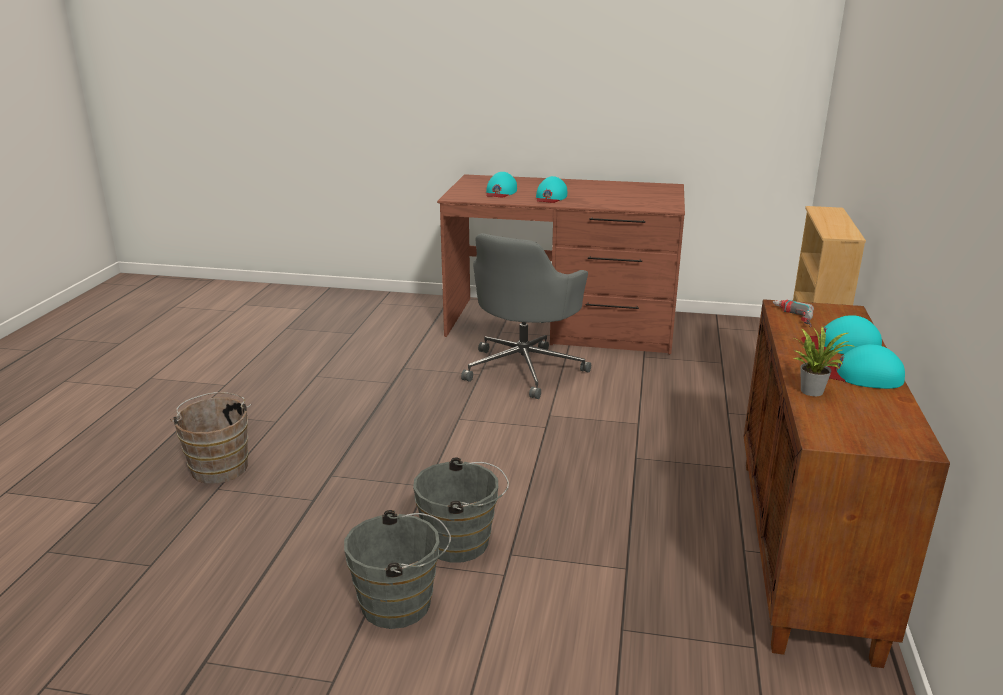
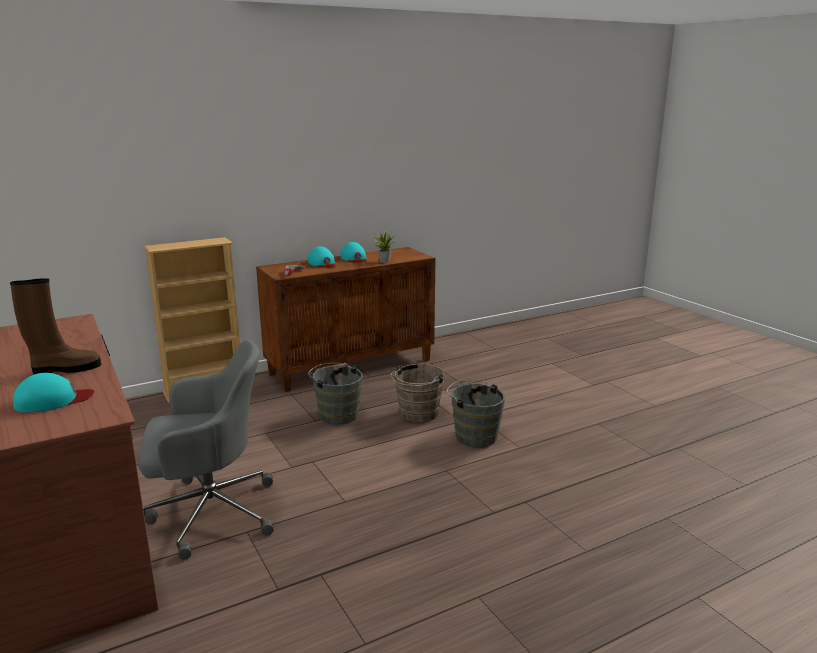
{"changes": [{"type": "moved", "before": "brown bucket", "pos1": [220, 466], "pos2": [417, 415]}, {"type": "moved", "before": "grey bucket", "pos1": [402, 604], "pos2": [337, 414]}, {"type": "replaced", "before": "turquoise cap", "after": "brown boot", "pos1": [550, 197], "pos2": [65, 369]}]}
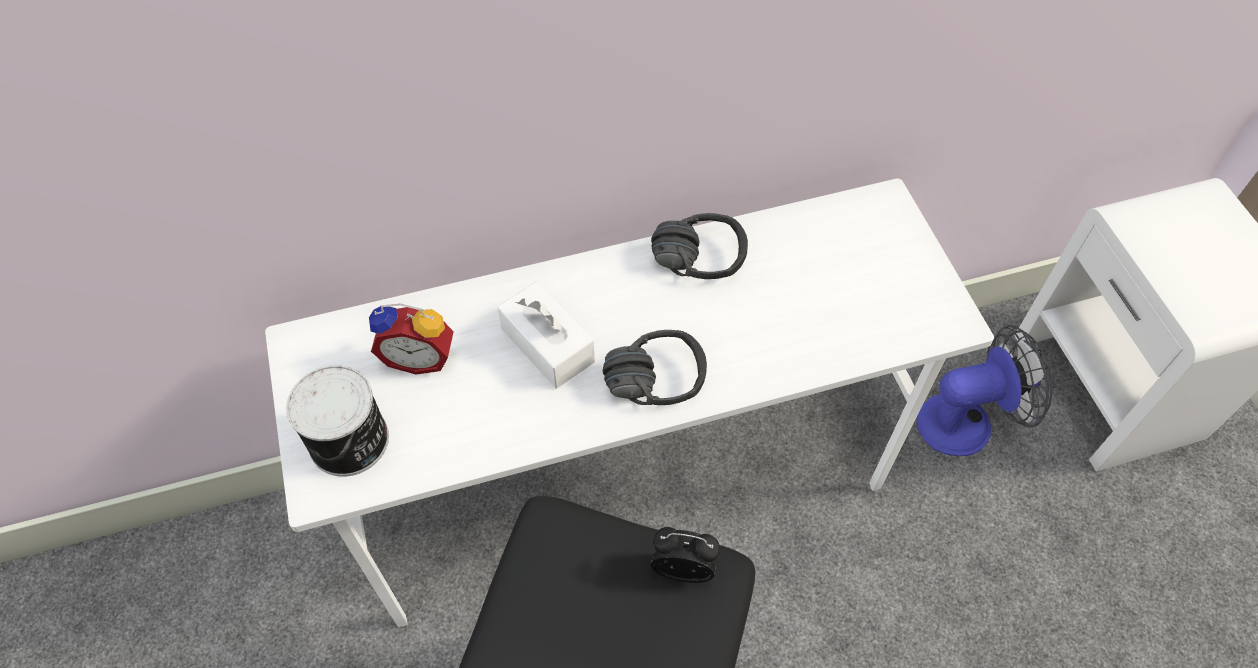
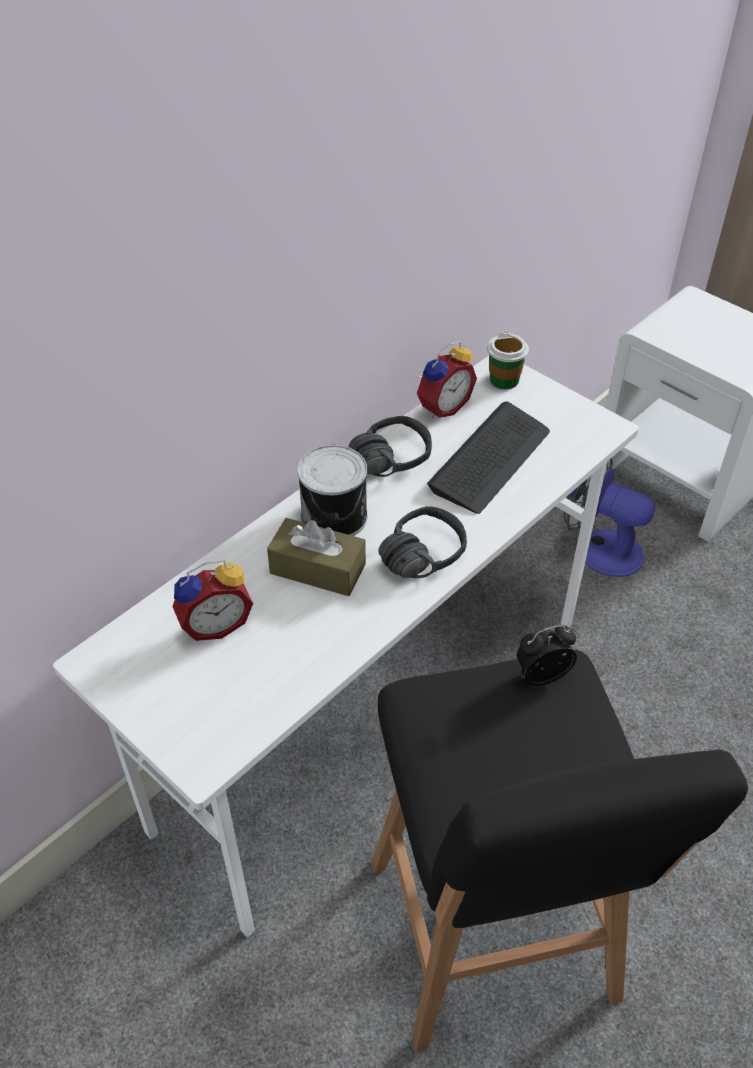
{"changes": [{"type": "added", "after": "alarm clock", "pos2": [442, 407]}, {"type": "added", "after": "keyboard", "pos2": [490, 459]}, {"type": "added", "after": "cup", "pos2": [504, 380]}, {"type": "moved", "before": "can", "pos1": [350, 441], "pos2": [336, 517]}, {"type": "recoloured", "before": "white tissue box", "after": "brown tissue box", "pos1": [547, 345], "pos2": [317, 569]}, {"type": "turned", "before": "fan", "pos1": [967, 421], "pos2": [599, 548], "turn": -105}]}
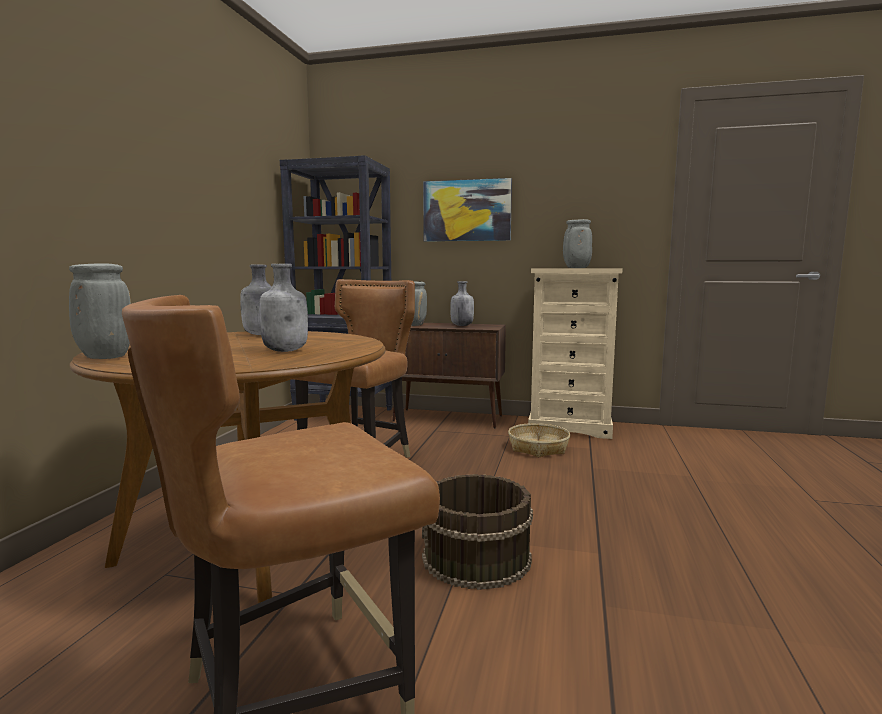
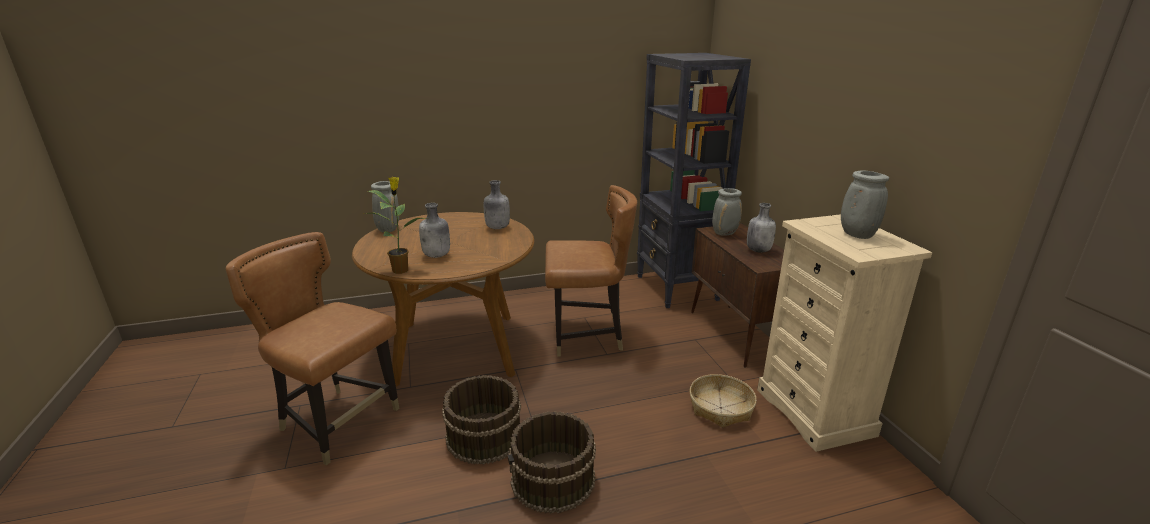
{"changes": [{"type": "removed", "before": "picture", "pos1": [467, 210]}, {"type": "added", "after": "potted plant", "pos2": [401, 270]}, {"type": "added", "after": "brown bucket", "pos2": [553, 480]}]}
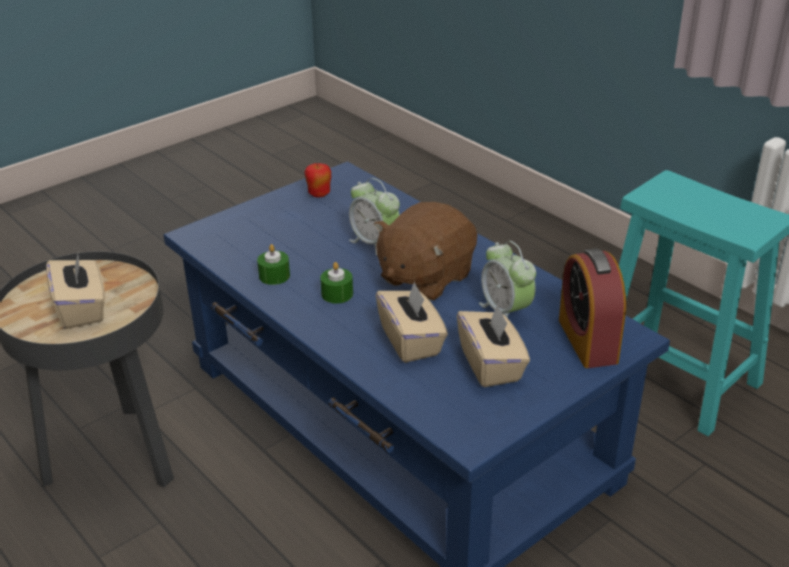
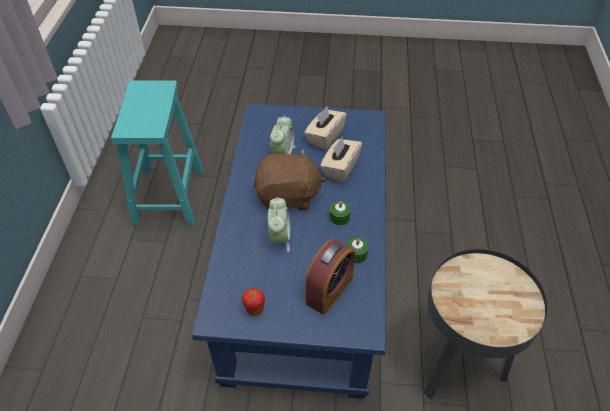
{"changes": [{"type": "removed", "before": "beige tissue box", "pos1": [82, 309]}, {"type": "moved", "before": "alarm clock", "pos1": [587, 341], "pos2": [329, 290]}]}
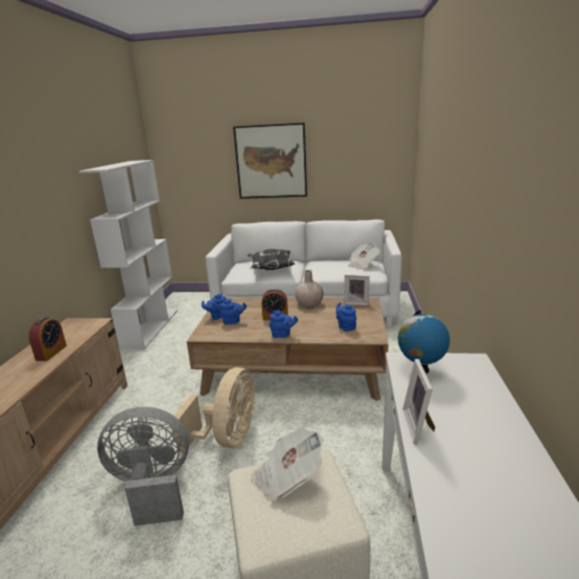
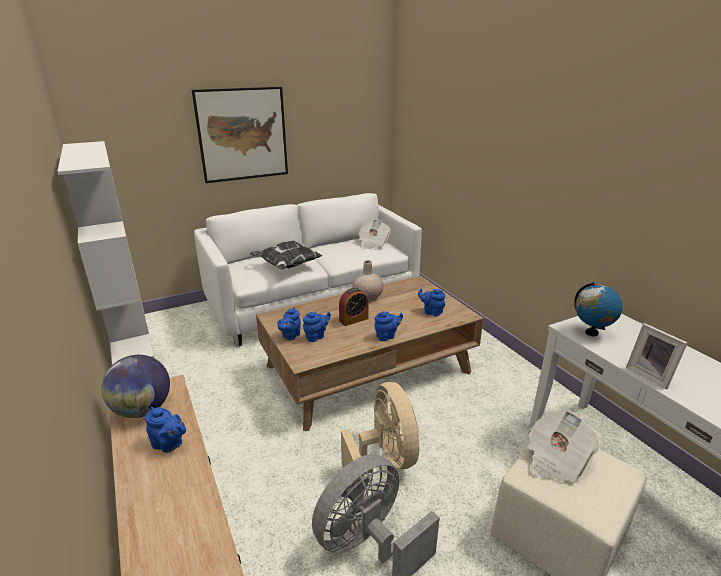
{"changes": [{"type": "removed", "before": "picture frame", "pos1": [356, 302]}, {"type": "added", "after": "globe", "pos2": [143, 410]}, {"type": "replaced", "before": "alarm clock", "after": "blue teapot", "pos1": [51, 352], "pos2": [169, 445]}]}
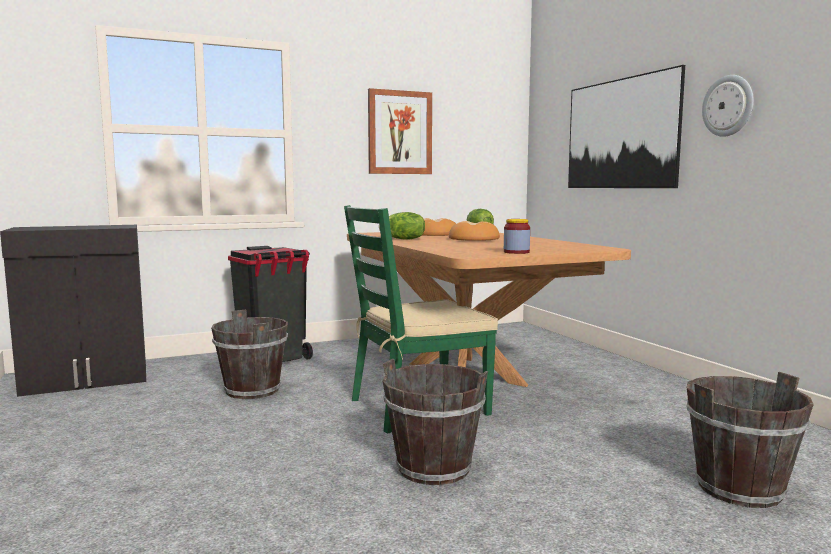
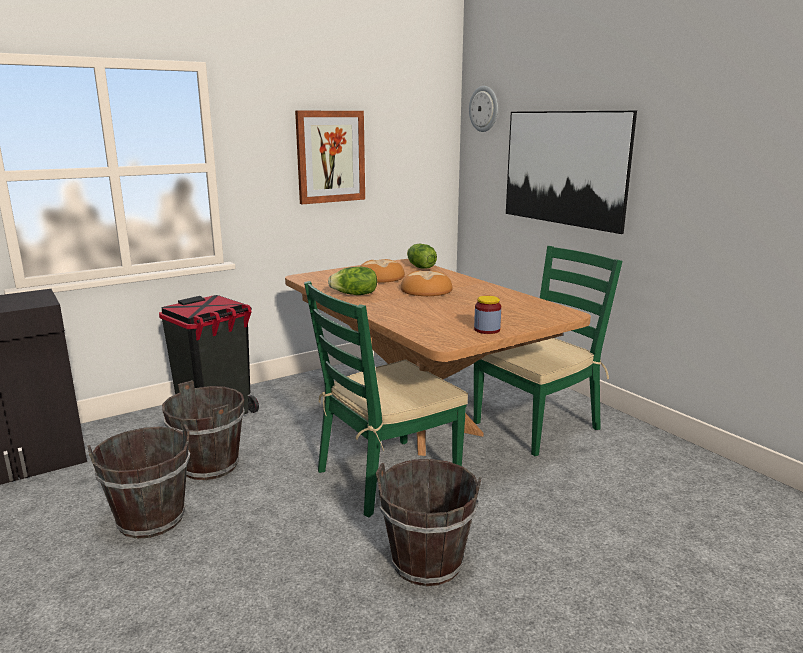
{"changes": [{"type": "added", "after": "green chair", "pos2": [537, 425]}, {"type": "moved", "before": "brown bucket", "pos1": [739, 489], "pos2": [151, 519]}, {"type": "moved", "before": "wall clock", "pos1": [728, 106], "pos2": [484, 109]}]}
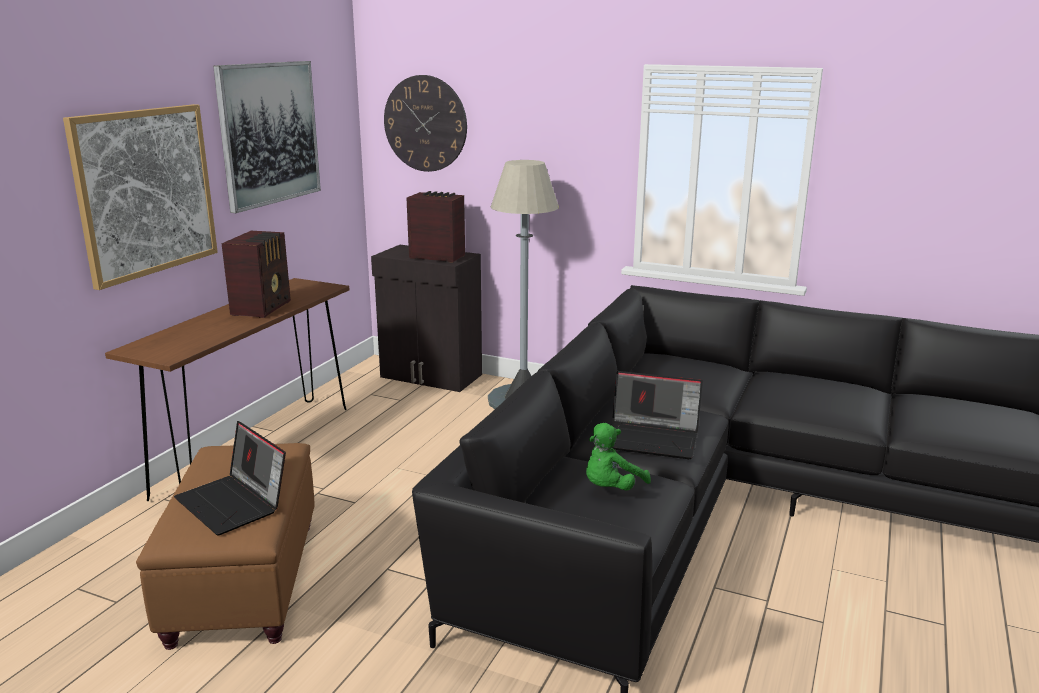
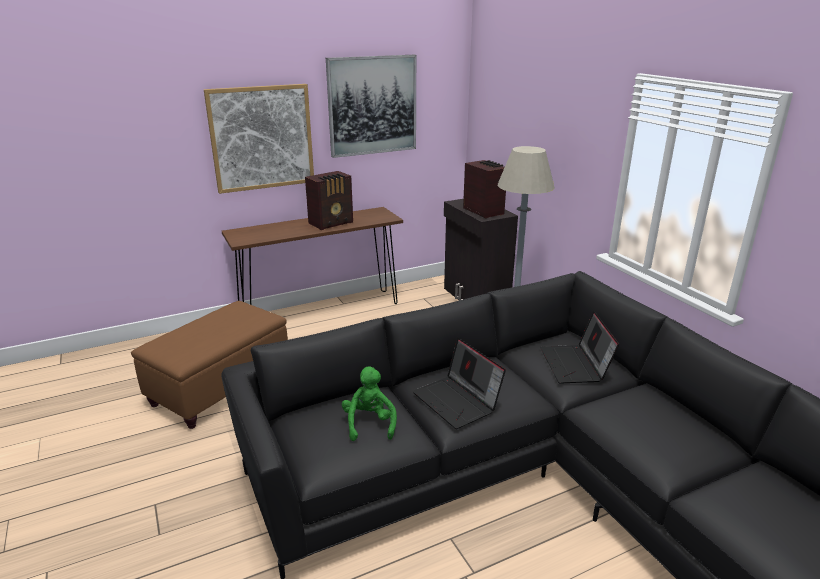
{"changes": [{"type": "removed", "before": "wall clock", "pos1": [425, 123]}, {"type": "moved", "before": "laptop", "pos1": [234, 503], "pos2": [575, 365]}, {"type": "turned", "before": "green plush toy", "pos1": [611, 488], "pos2": [369, 424], "turn": 90}]}
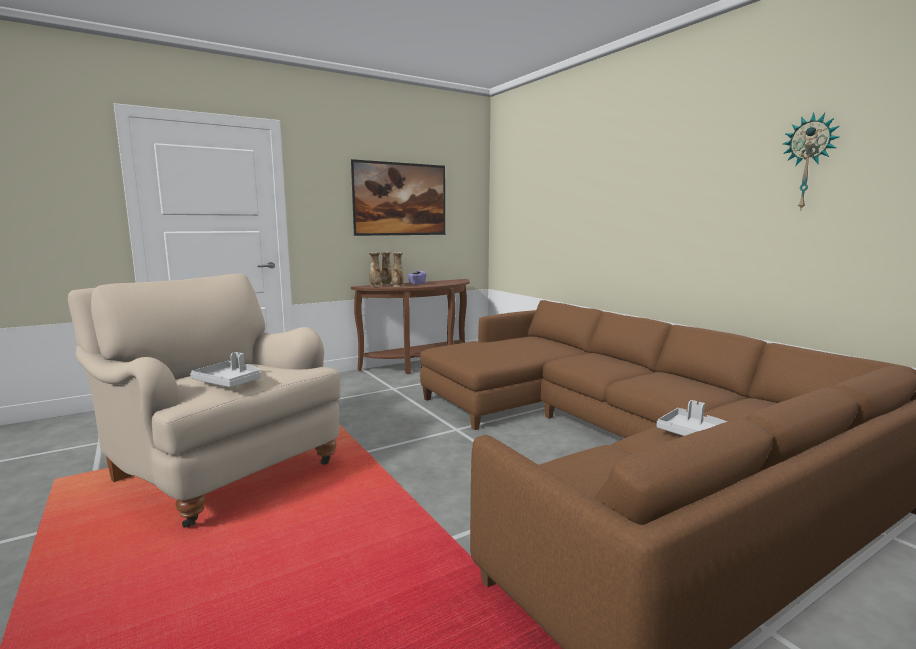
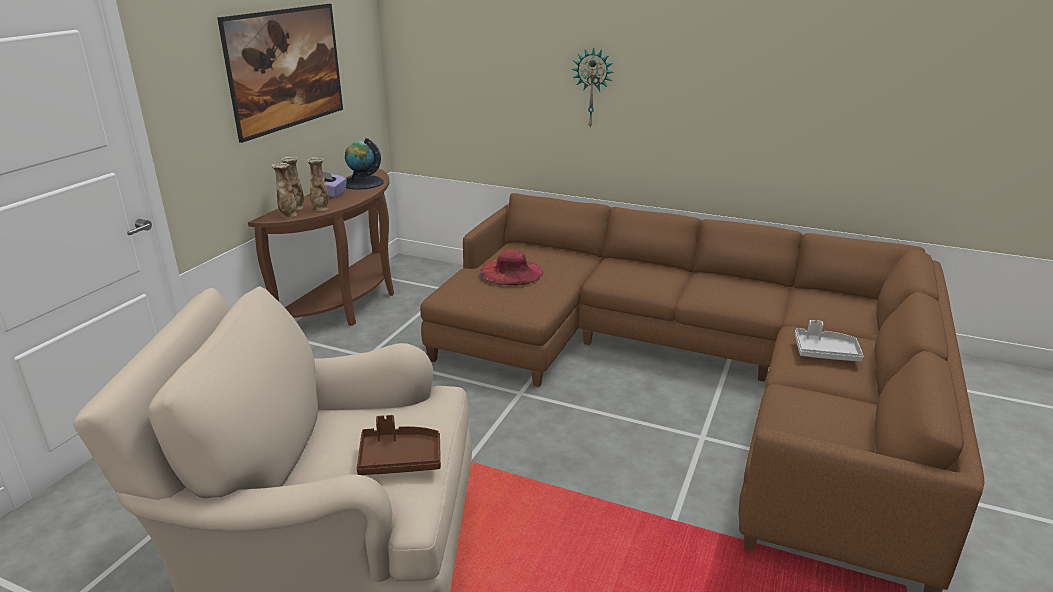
{"changes": [{"type": "added", "after": "globe", "pos2": [362, 183]}, {"type": "added", "after": "red hat", "pos2": [511, 272]}, {"type": "moved", "before": "wall clock", "pos1": [809, 162], "pos2": [592, 88]}, {"type": "recoloured", "before": "grey tray", "after": "brown tray", "pos1": [229, 382], "pos2": [400, 459]}]}
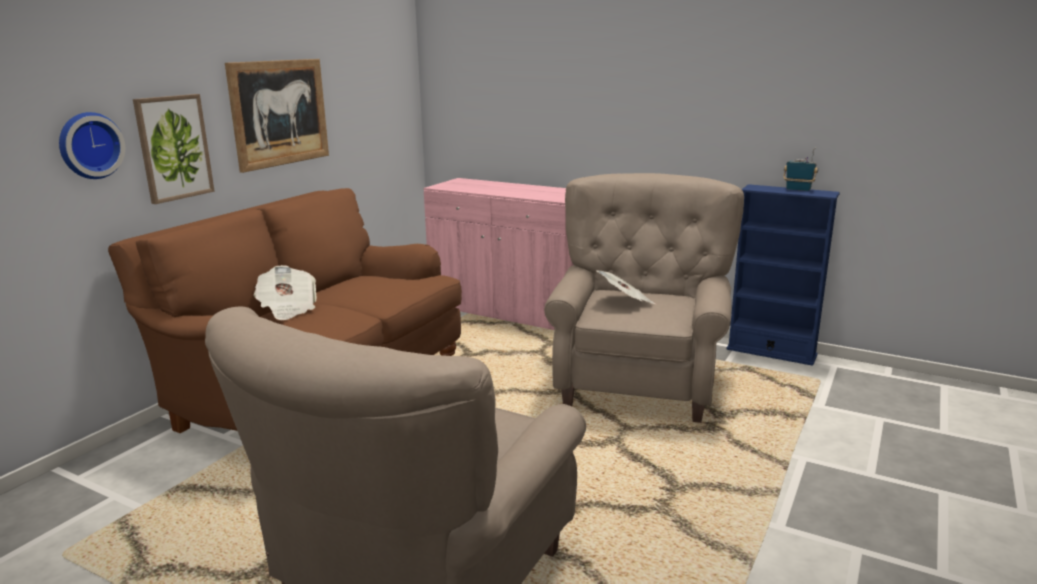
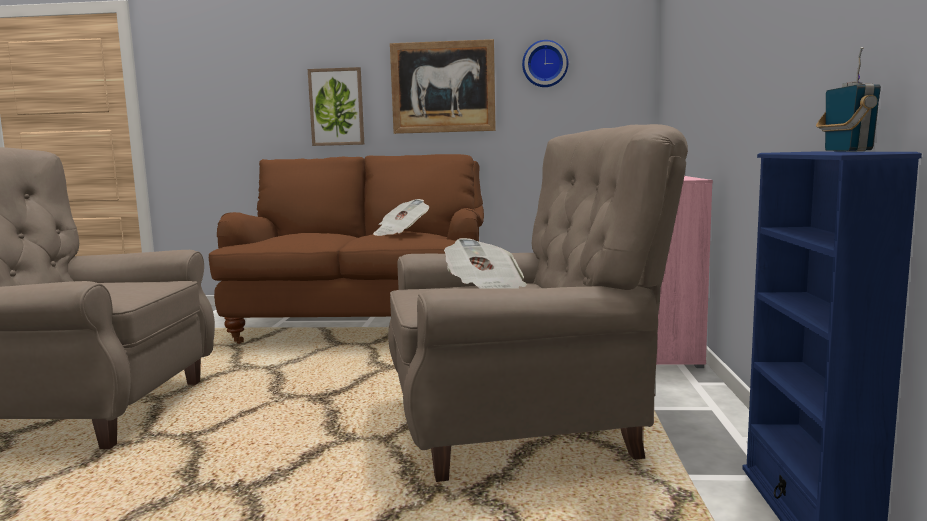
{"changes": [{"type": "moved", "before": "wall clock", "pos1": [89, 145], "pos2": [545, 64]}, {"type": "moved", "before": "newspaper", "pos1": [288, 308], "pos2": [400, 233]}]}
